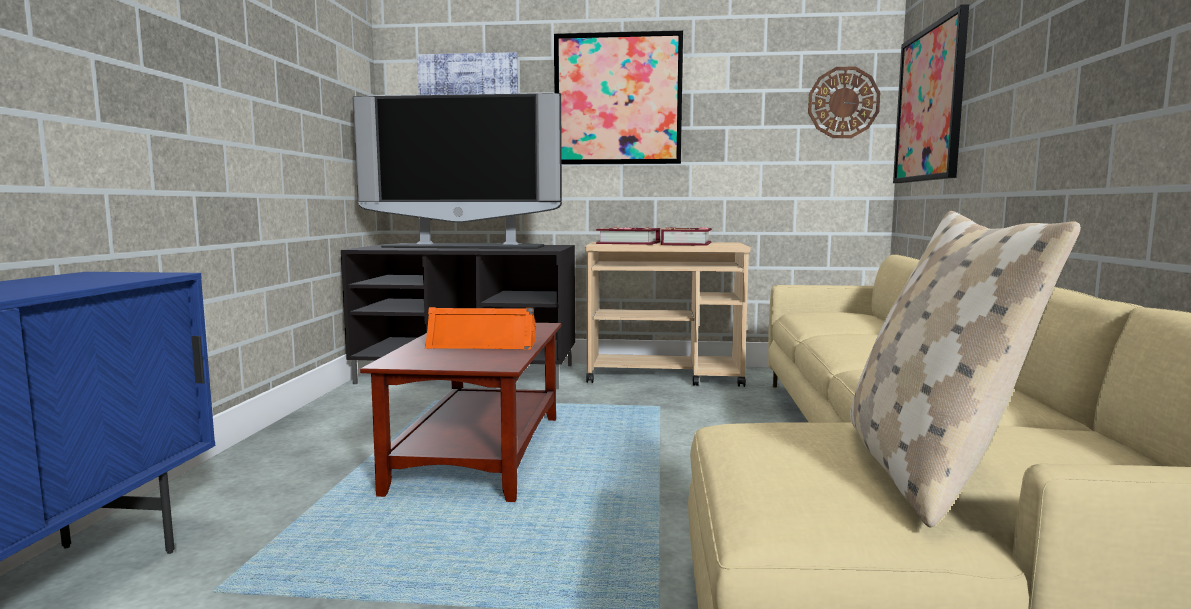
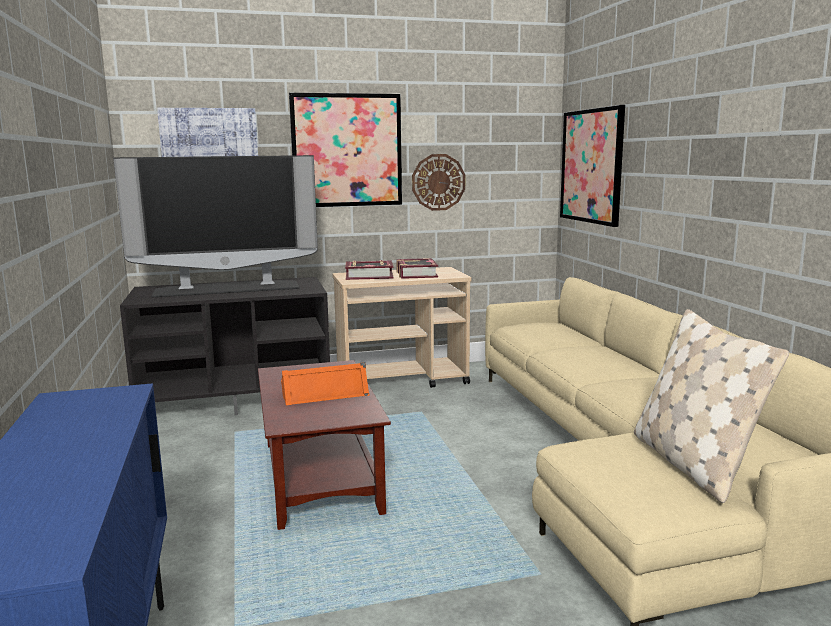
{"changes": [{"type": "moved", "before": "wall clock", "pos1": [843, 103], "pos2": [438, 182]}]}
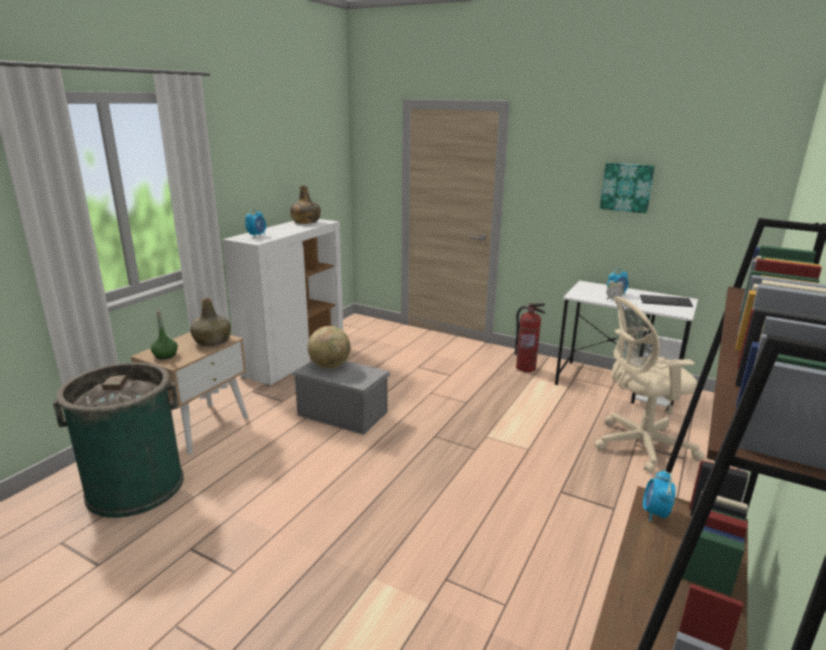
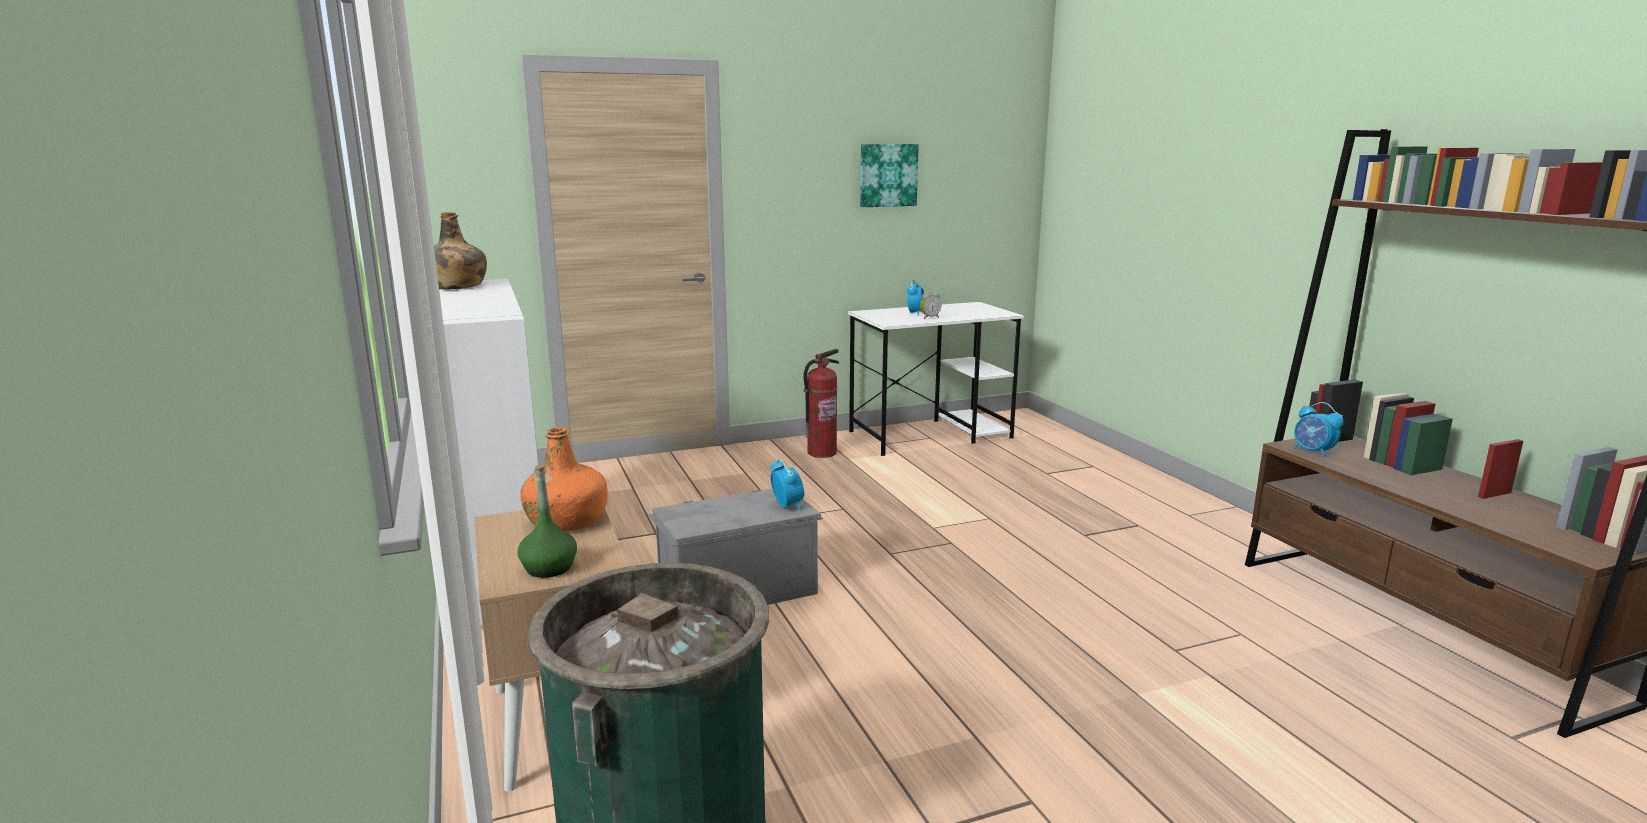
{"changes": [{"type": "removed", "before": "globe", "pos1": [330, 366]}, {"type": "removed", "before": "beige office chair", "pos1": [638, 445]}, {"type": "removed", "before": "keyboard", "pos1": [665, 302]}, {"type": "moved", "before": "alarm clock", "pos1": [257, 235], "pos2": [787, 505]}, {"type": "recoloured", "before": "green bottle", "after": "orange bottle", "pos1": [212, 341], "pos2": [567, 521]}]}
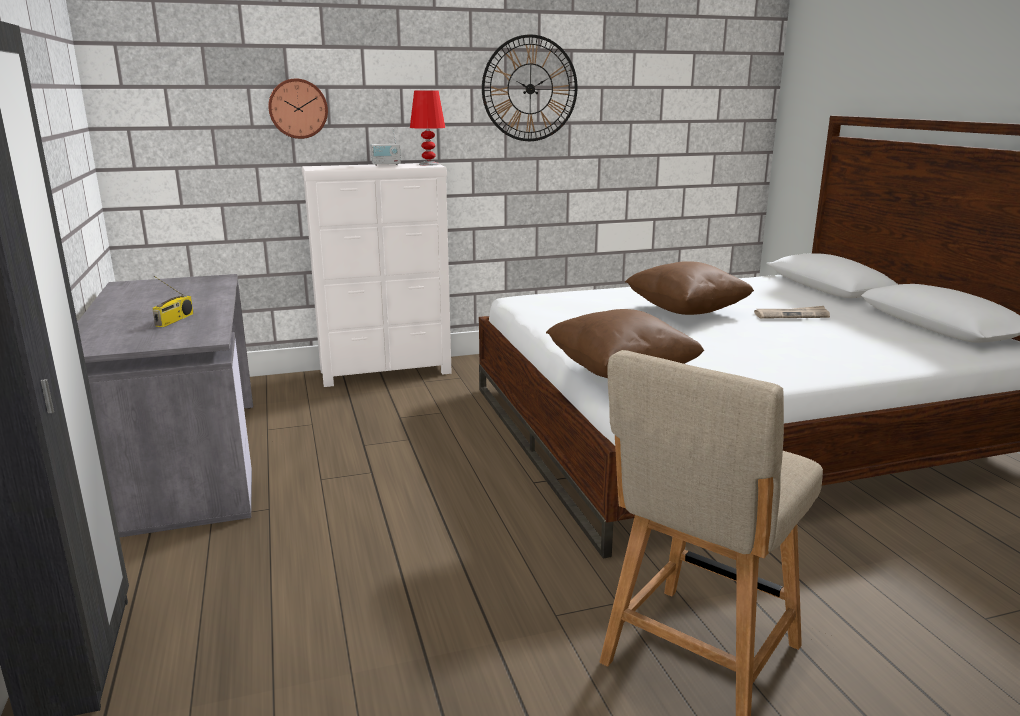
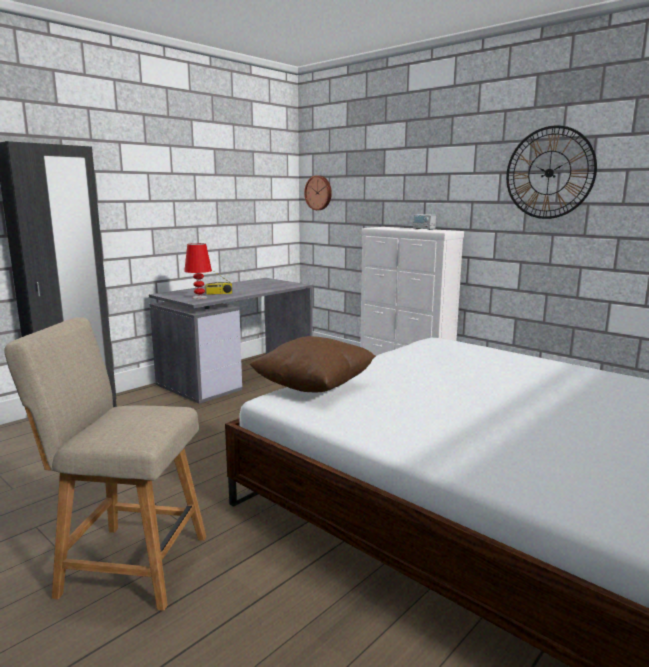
{"changes": [{"type": "removed", "before": "brown pillow", "pos1": [686, 311]}, {"type": "removed", "before": "newspaper", "pos1": [791, 315]}, {"type": "moved", "before": "wall clock", "pos1": [298, 108], "pos2": [319, 193]}, {"type": "moved", "before": "red table lamp", "pos1": [428, 164], "pos2": [199, 297]}]}
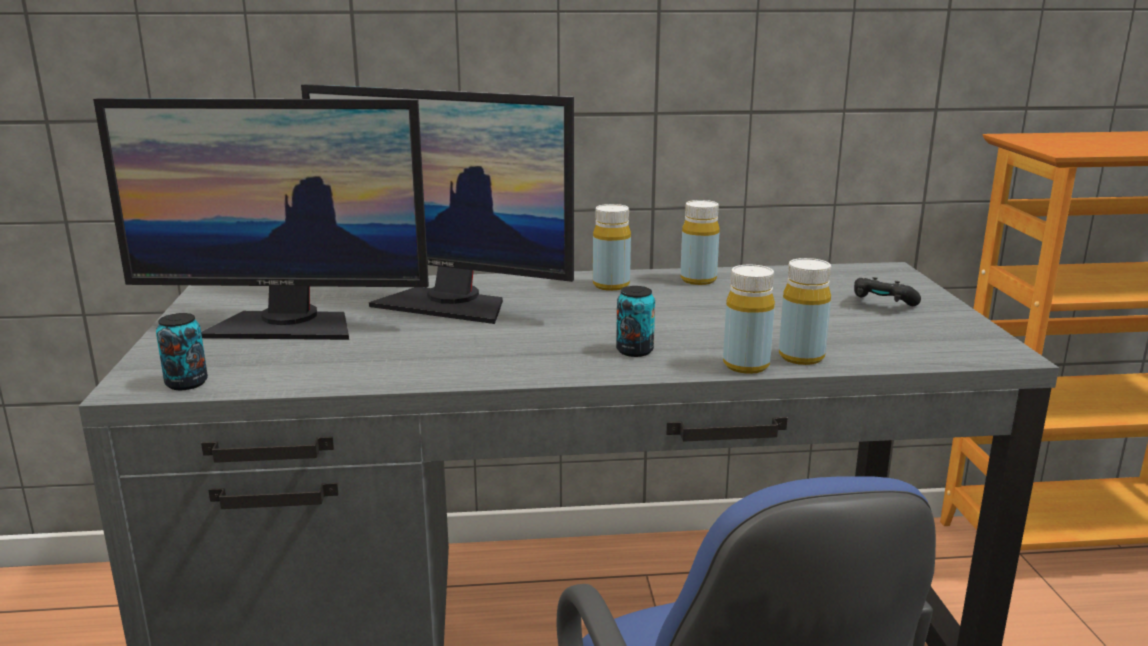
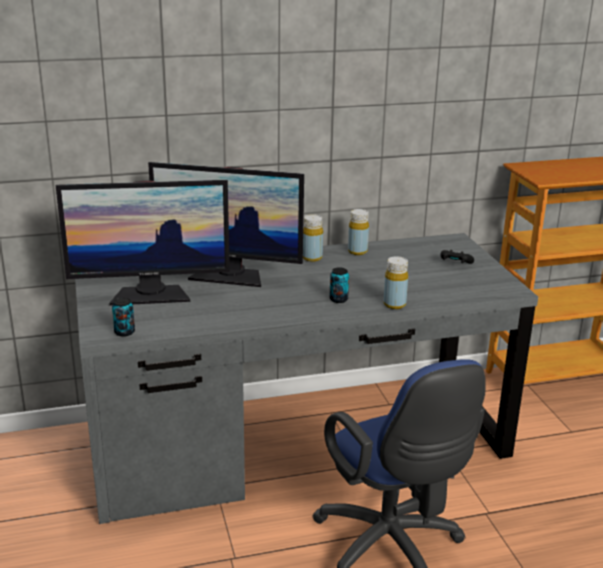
{"changes": [{"type": "removed", "before": "yellow bottle", "pos1": [801, 357]}]}
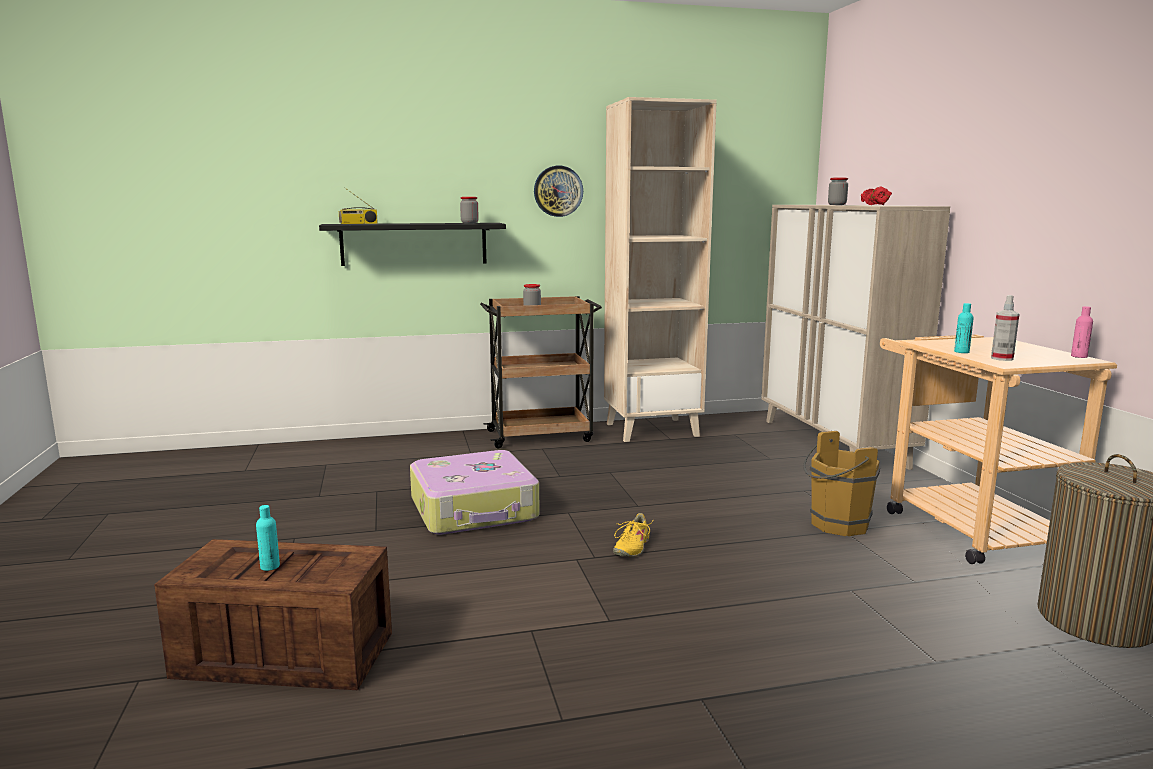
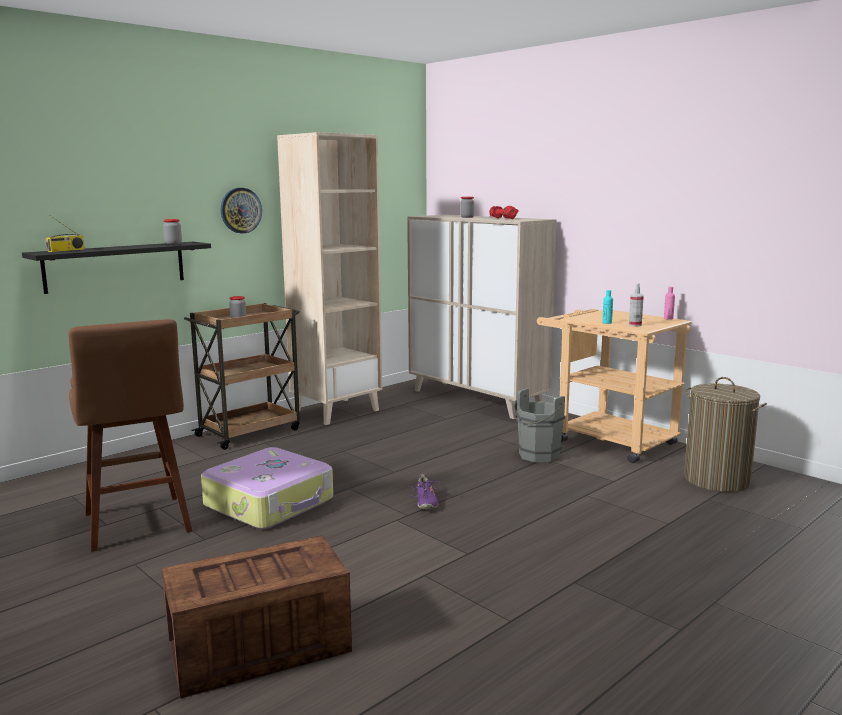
{"changes": [{"type": "removed", "before": "turquoise bottle", "pos1": [270, 566]}, {"type": "added", "after": "brown stool", "pos2": [138, 526]}, {"type": "recoloured", "before": "yellow shoe", "after": "purple shoe", "pos1": [631, 547], "pos2": [425, 502]}, {"type": "recoloured", "before": "brown bucket", "after": "grey bucket", "pos1": [835, 525], "pos2": [536, 456]}]}
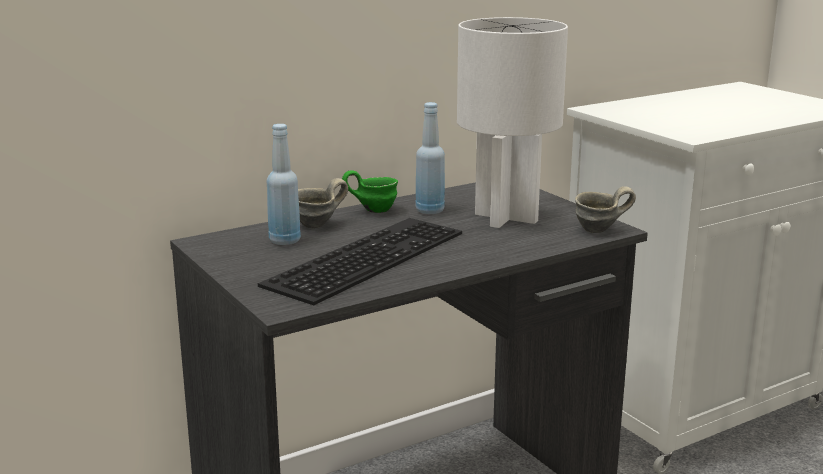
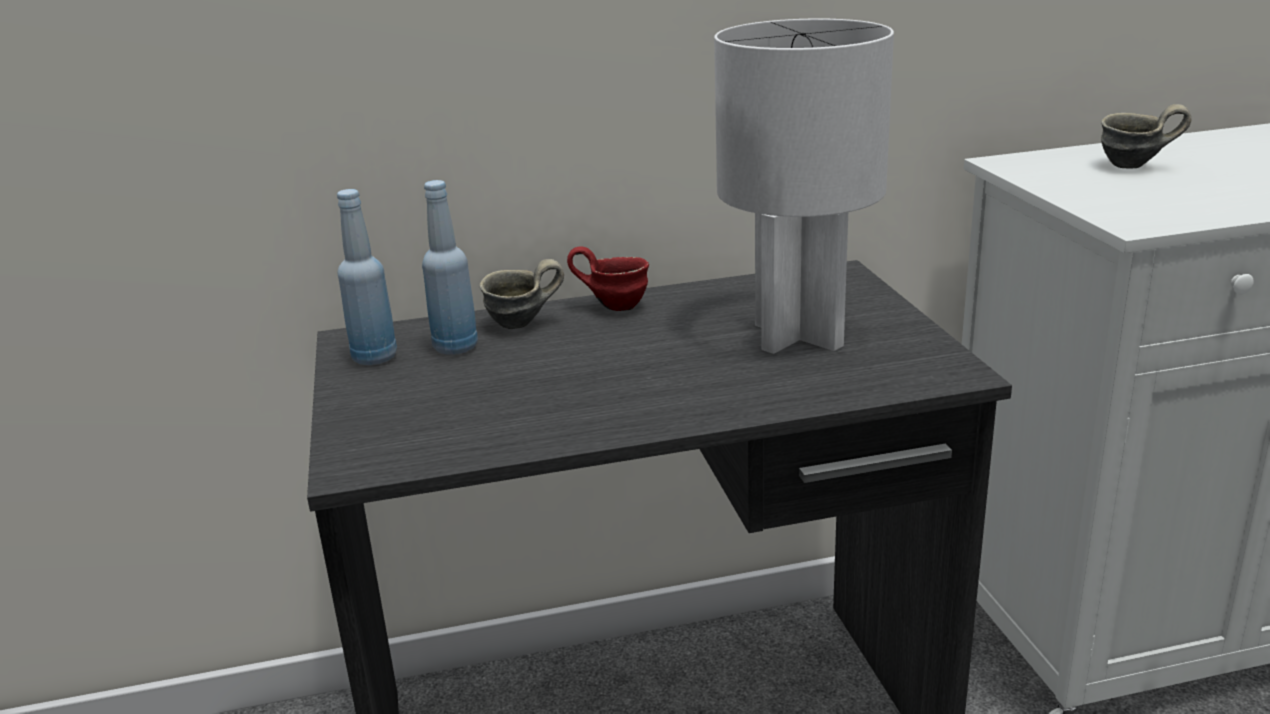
{"changes": [{"type": "removed", "before": "keyboard", "pos1": [364, 256]}, {"type": "moved", "before": "blue bottle", "pos1": [430, 211], "pos2": [374, 358]}, {"type": "moved", "before": "grey mug", "pos1": [600, 231], "pos2": [1134, 167]}, {"type": "recoloured", "before": "green mug", "after": "red mug", "pos1": [372, 210], "pos2": [614, 306]}]}
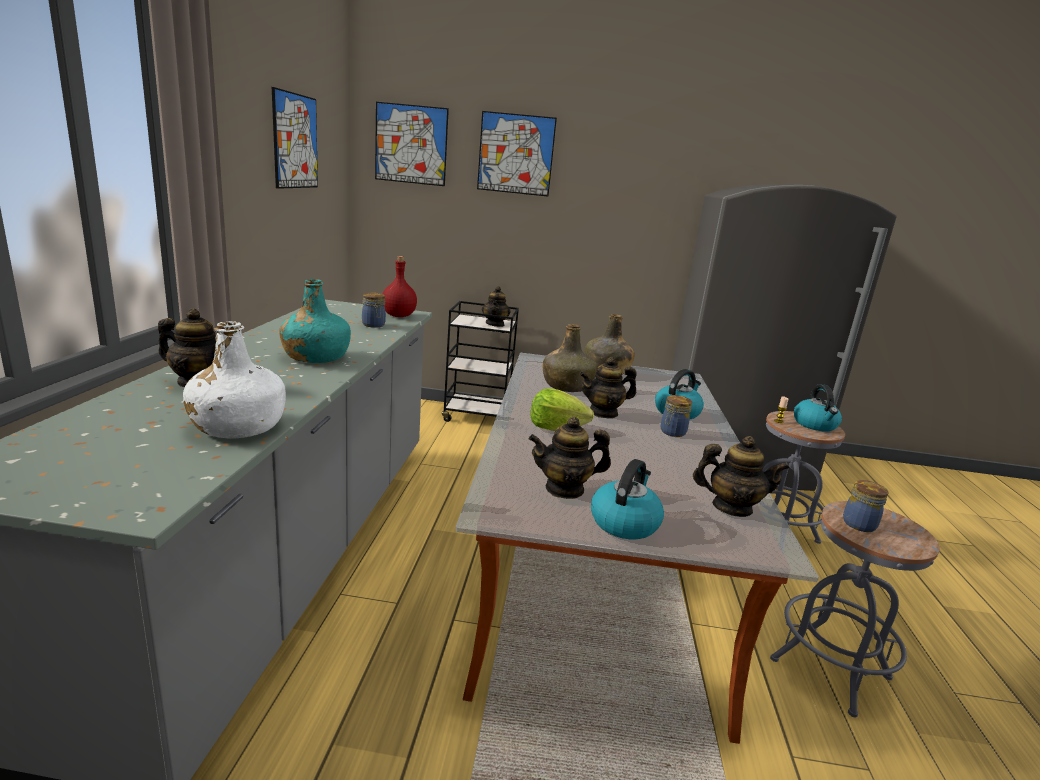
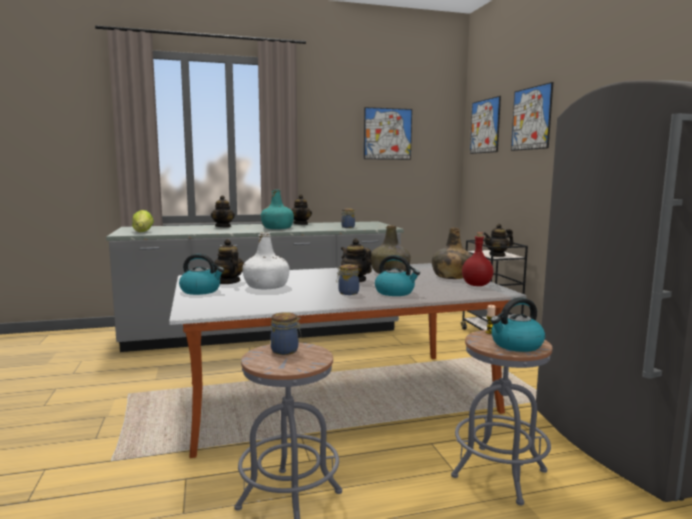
{"changes": [{"type": "moved", "before": "white bottle", "pos1": [238, 426], "pos2": [266, 286]}, {"type": "moved", "before": "red bottle", "pos1": [399, 316], "pos2": [477, 285]}, {"type": "moved", "before": "lettuce", "pos1": [556, 428], "pos2": [143, 232]}, {"type": "moved", "before": "teapot", "pos1": [731, 507], "pos2": [301, 224]}]}
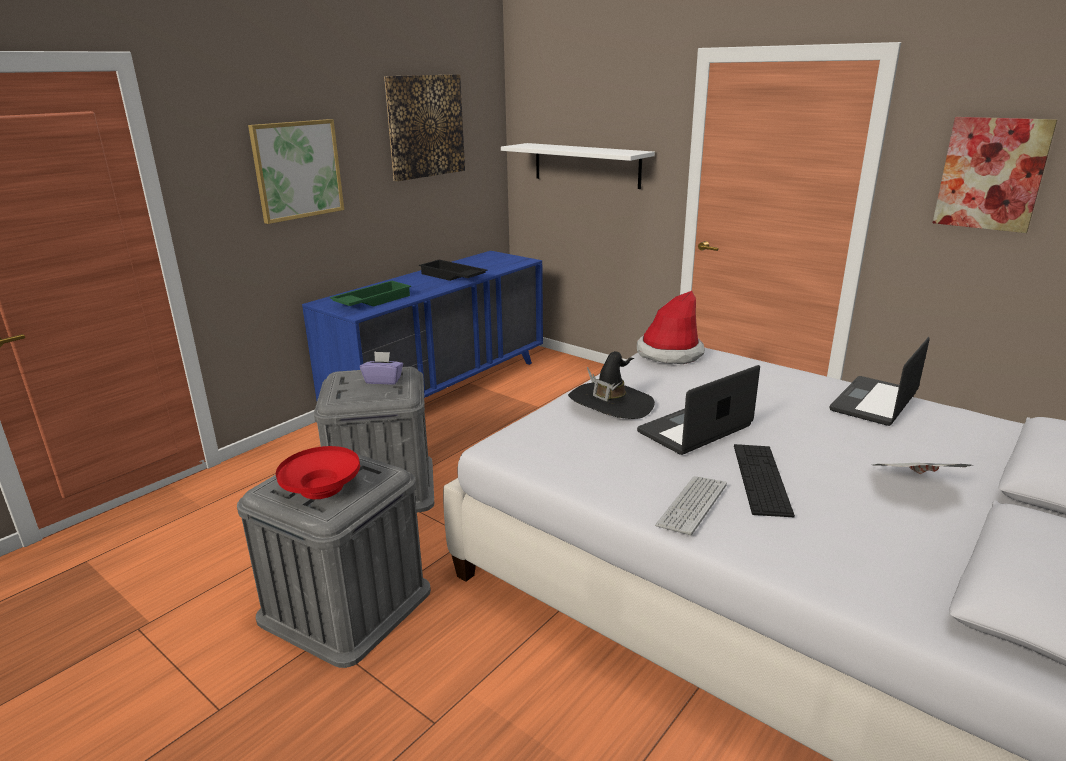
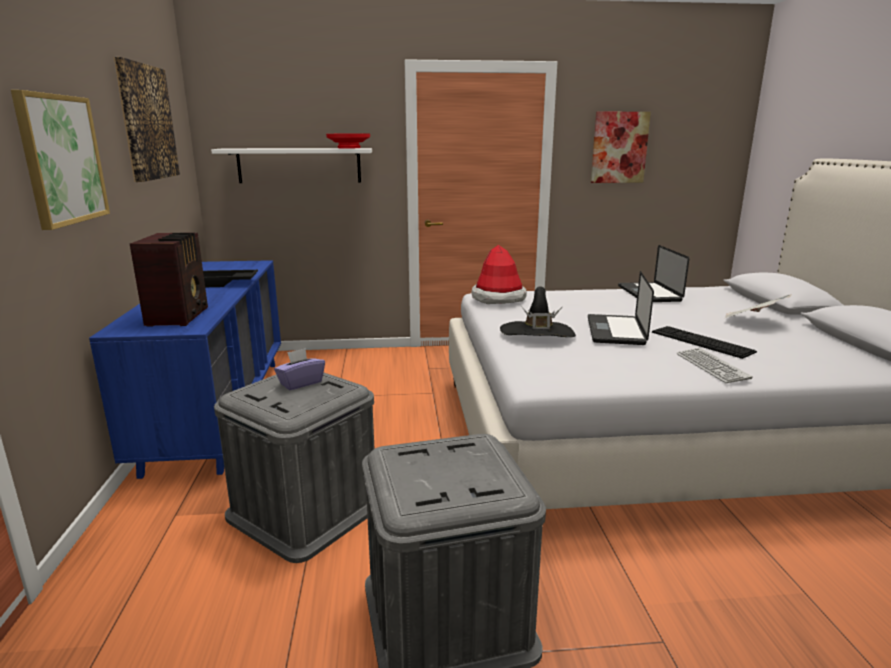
{"changes": [{"type": "moved", "before": "red bowl", "pos1": [321, 488], "pos2": [349, 148]}, {"type": "replaced", "before": "green tray", "after": "radio", "pos1": [372, 301], "pos2": [179, 316]}]}
